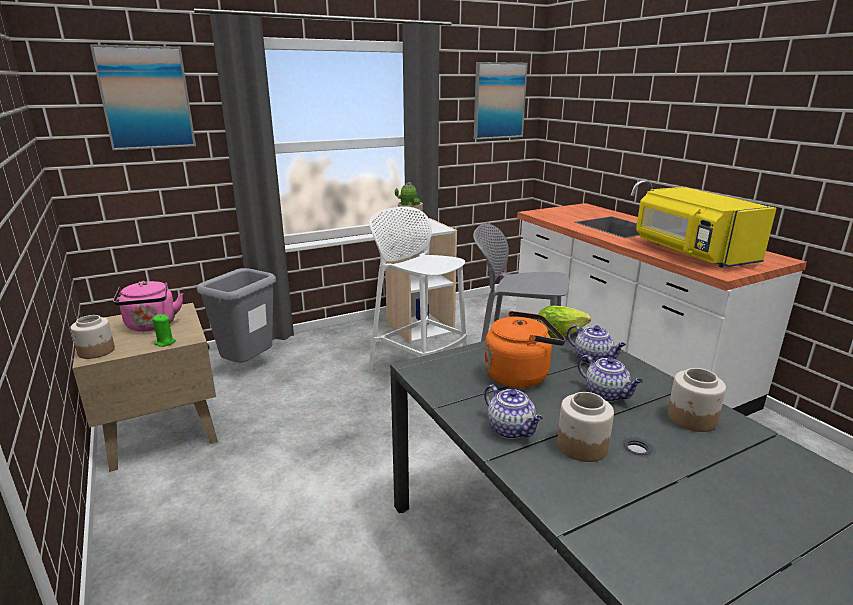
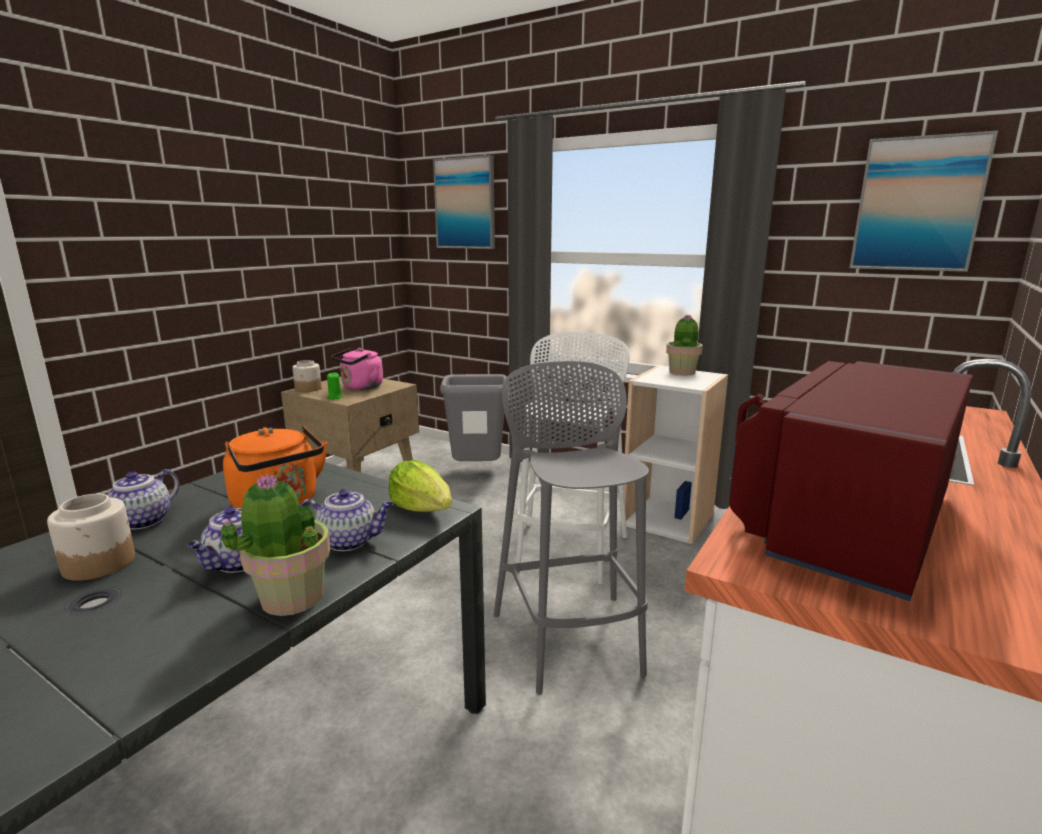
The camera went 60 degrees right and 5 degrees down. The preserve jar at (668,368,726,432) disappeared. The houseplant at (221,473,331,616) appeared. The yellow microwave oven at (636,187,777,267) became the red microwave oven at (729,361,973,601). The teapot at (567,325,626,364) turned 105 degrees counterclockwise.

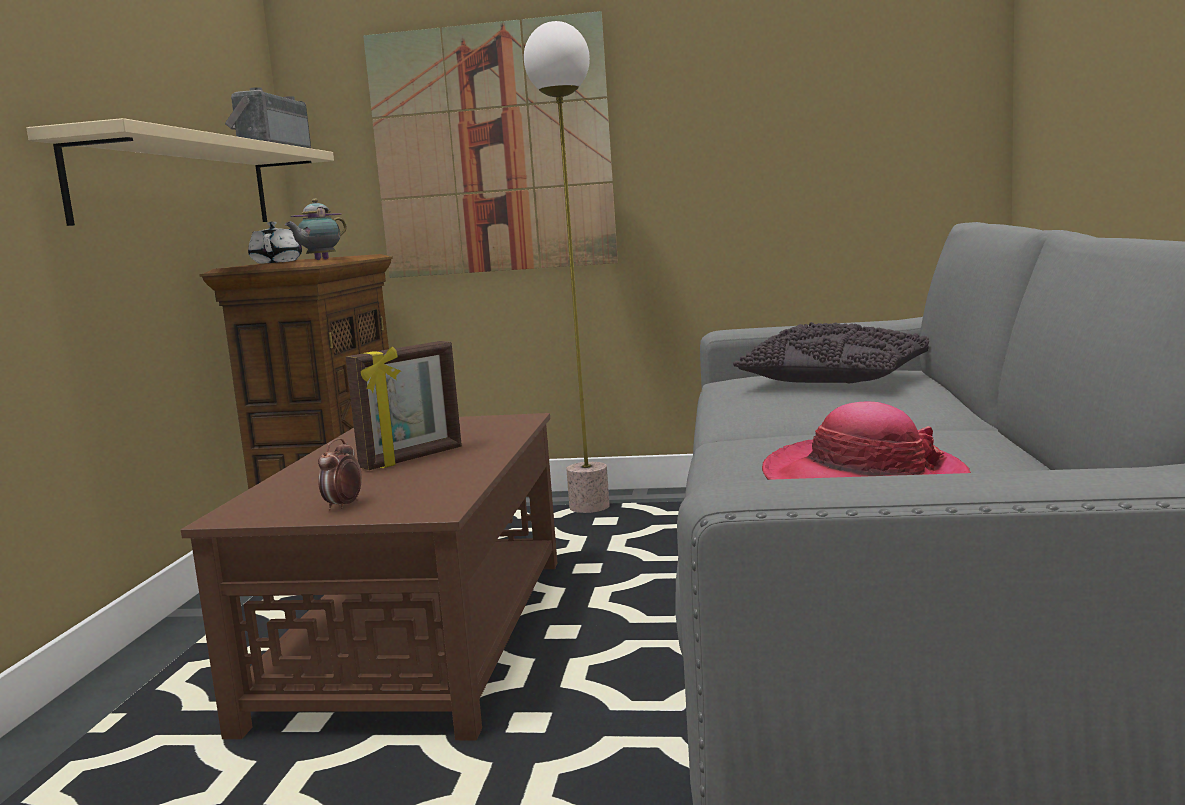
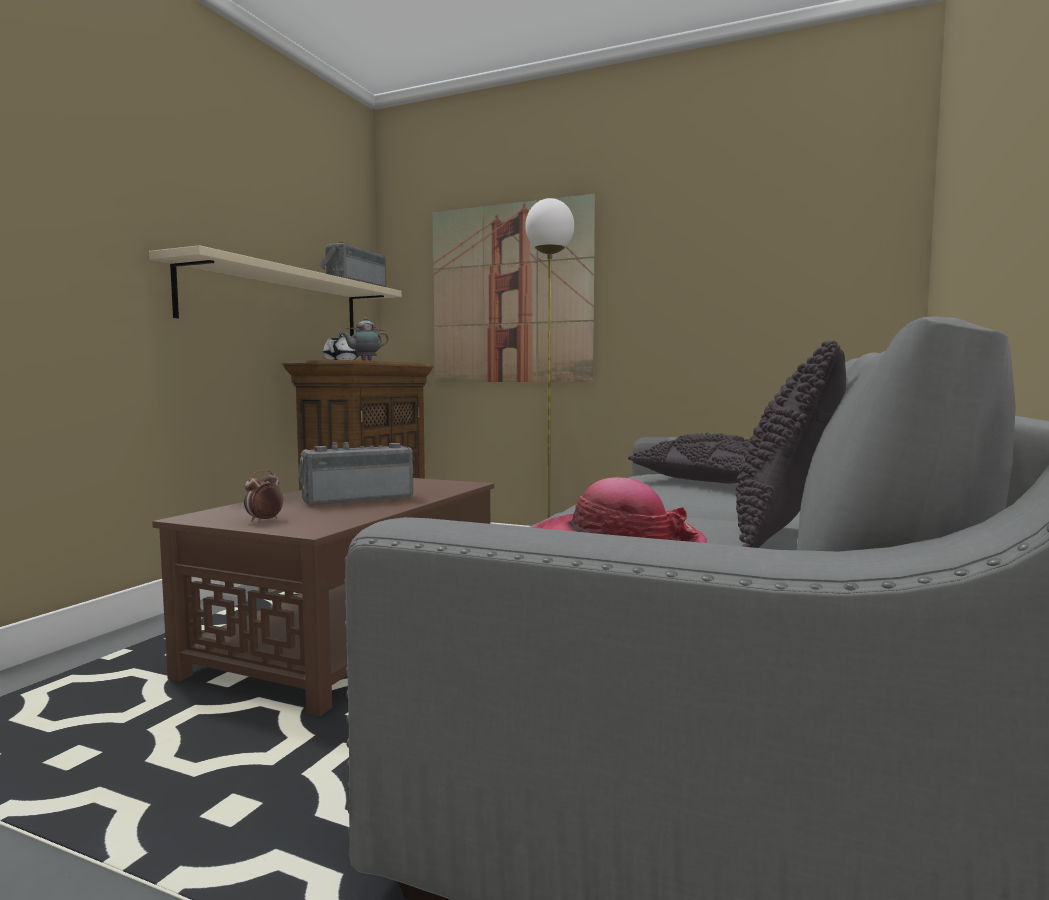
The camera went 15 degrees right and 5 degrees down. The black throw pillow at (735,341,846,548) appeared. The picture frame at (346,341,462,470) was replaced by the radio at (298,442,413,506).

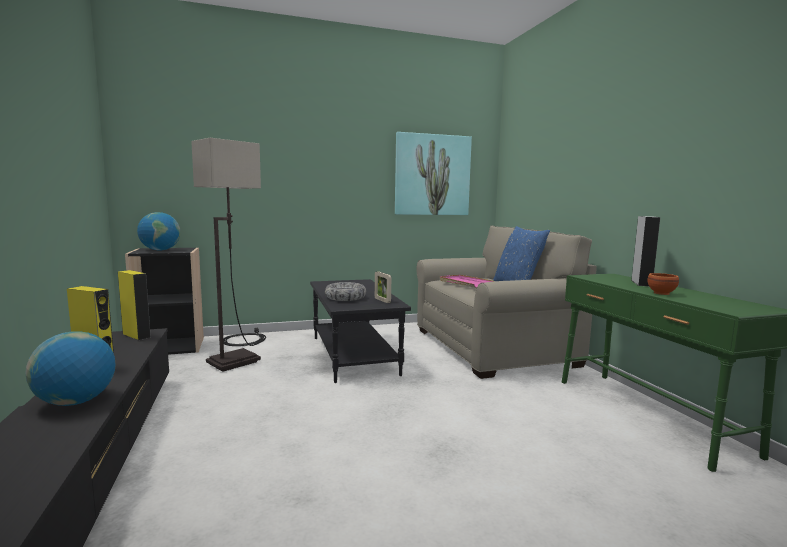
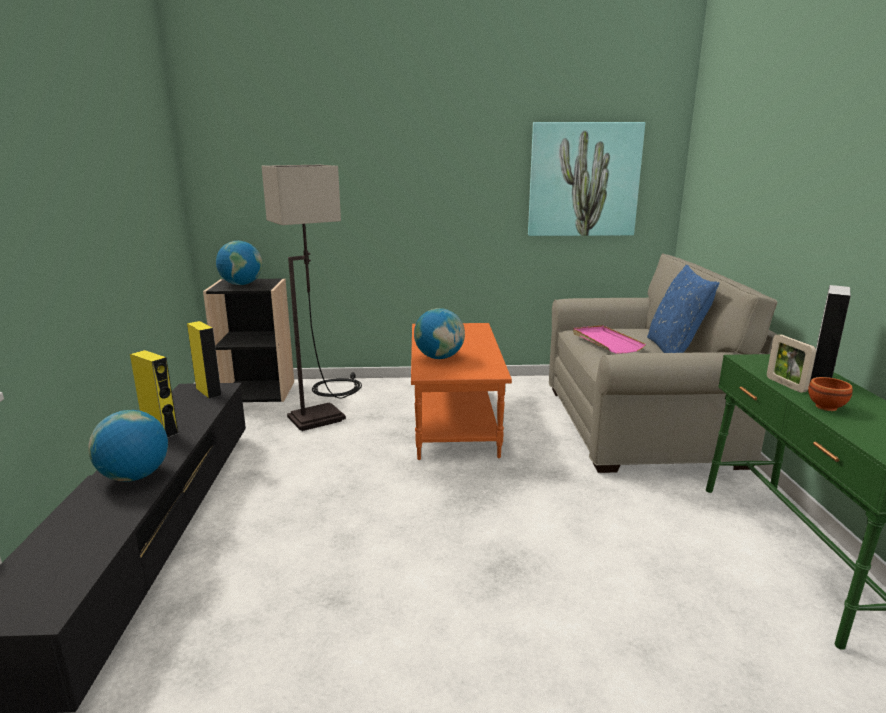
The camera went 15 degrees right and 10 degrees up. The picture frame moved from (375,272,391,303) to (767,334,816,393). The serving bowl at (325,282,366,301) was replaced by the world globe at (414,308,465,359). The black lounge table at (310,279,411,383) became the orange-coloured lounge table at (411,323,512,460).

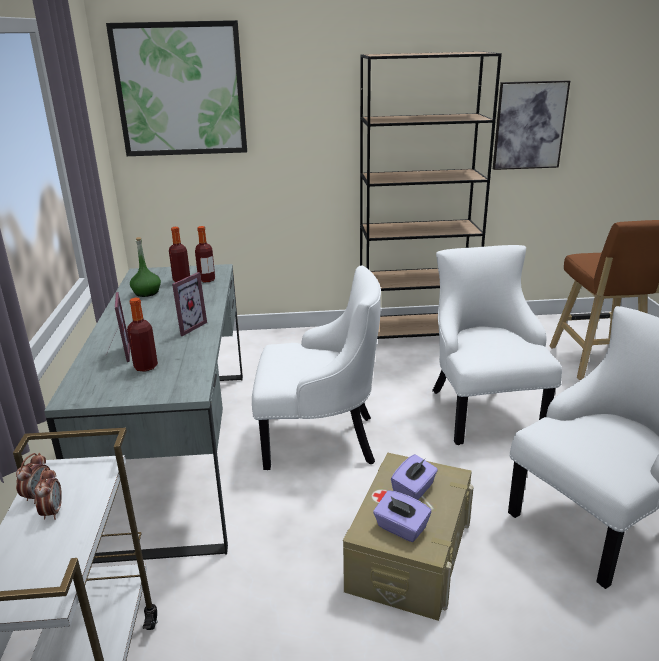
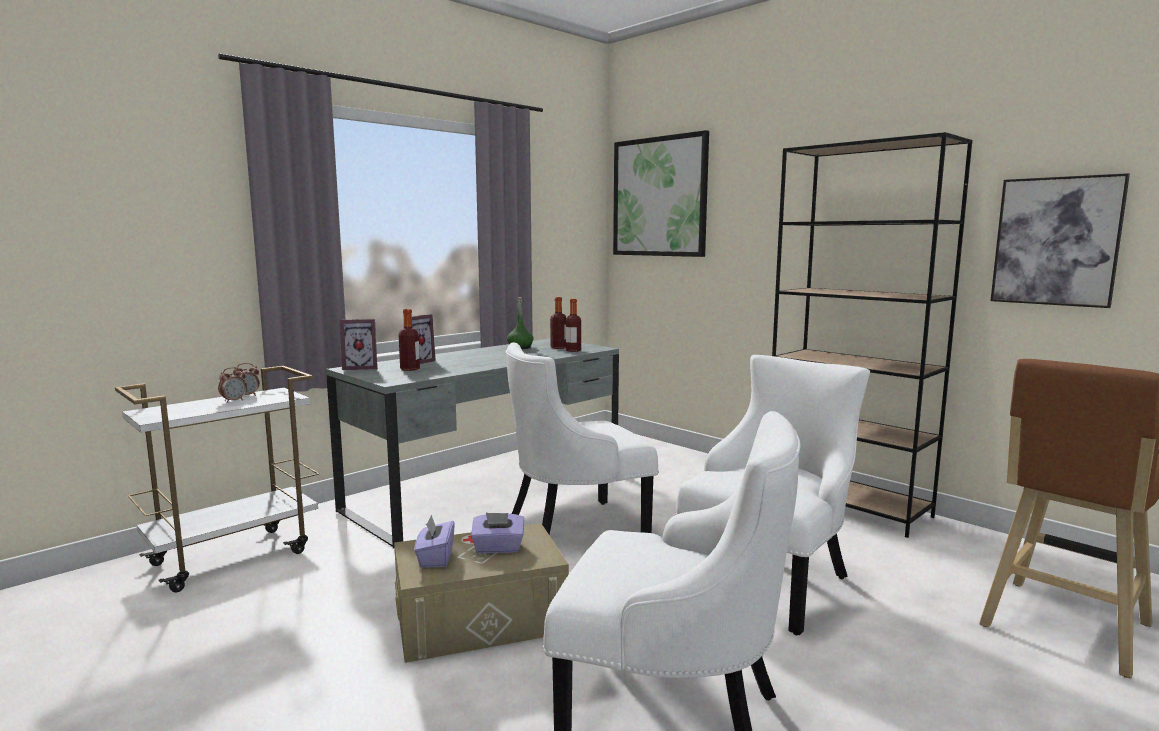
The camera went 50 degrees right and 15 degrees down. The picture frame moved from (172,272,207,336) to (340,319,377,370). The white chair at (252,265,381,470) turned 105 degrees clockwise.

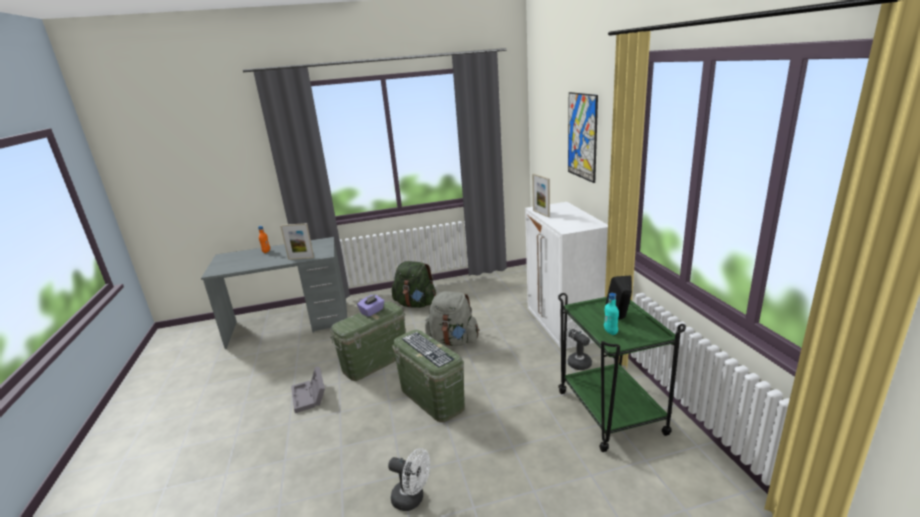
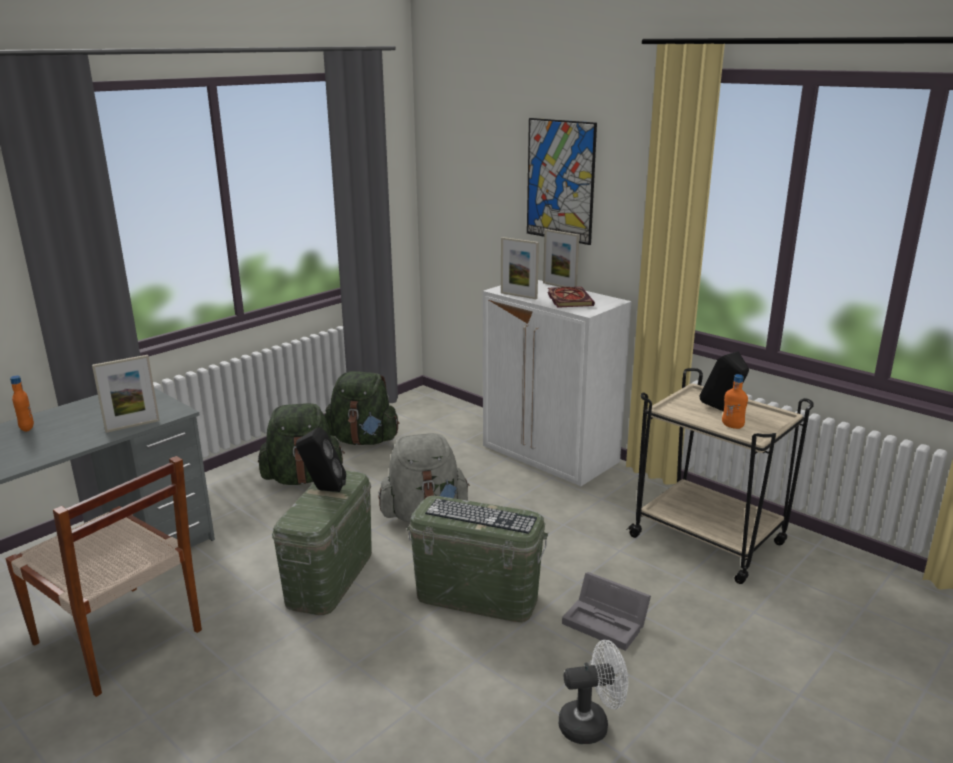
The camera went 35 degrees left and 0 degrees up. The white fan at (559,319,592,370) disappeared. The chair at (5,456,202,697) appeared. The green-coloured knapsack at (325,371,400,445) appeared. The picture frame at (543,229,579,287) appeared. The book at (548,287,595,308) appeared. The gray storage box moved from (291,367,325,413) to (562,572,651,651). The purple-coloured tissue holder at (357,294,385,317) was replaced by the black audio speaker at (296,427,346,492). The green-coloured cart at (558,293,686,452) became the beige cart at (627,368,814,584). The blue-green beverage bottle at (604,293,619,335) became the orange-coloured beverage bottle at (722,374,748,429).

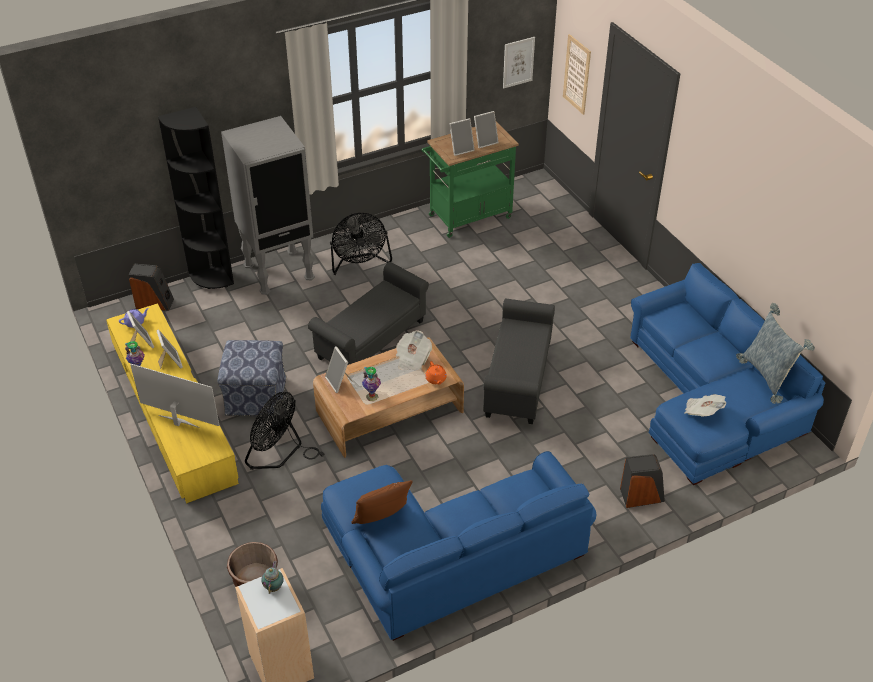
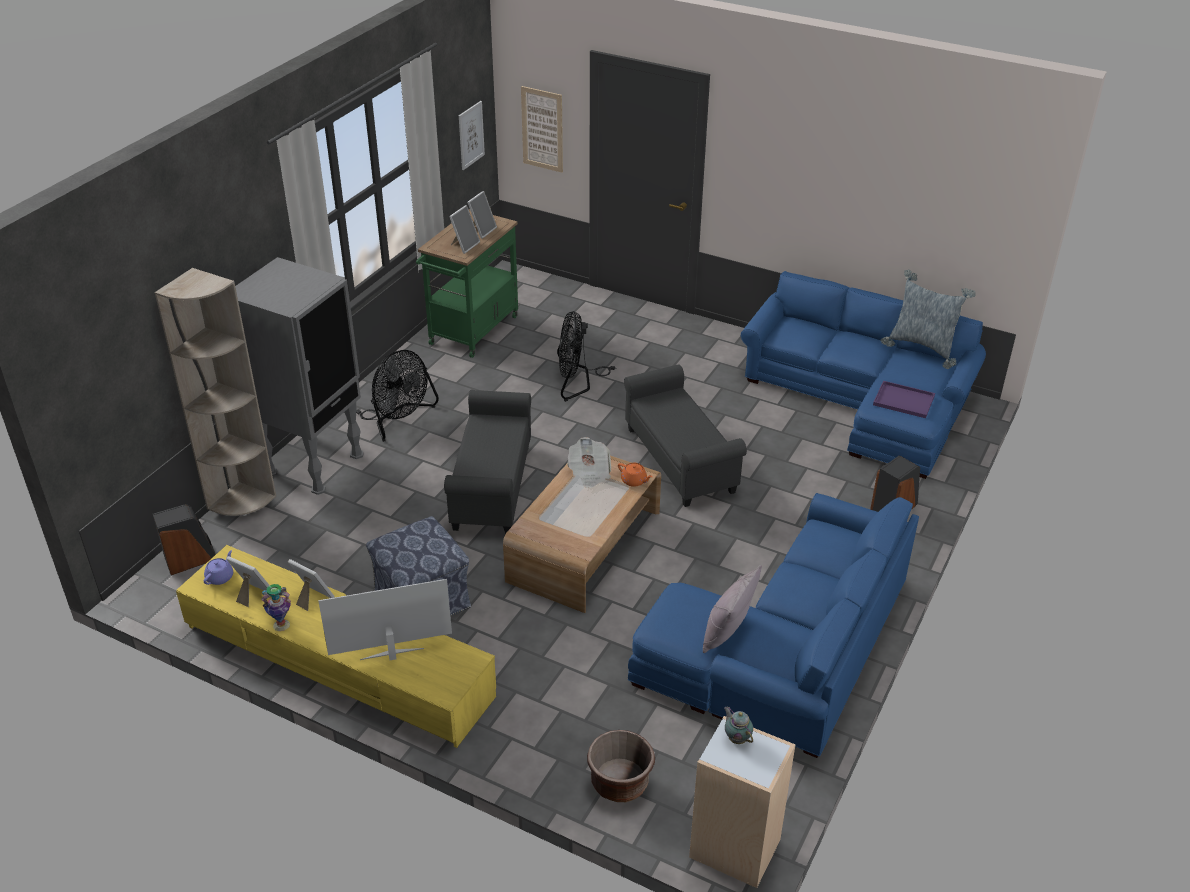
The camera went 35 degrees left and 5 degrees down. The picture frame at (325,346,352,393) disappeared. The decorative vase at (362,367,381,401) disappeared. The black fan moved from (245,392,325,470) to (557,311,616,402). The printed paper at (684,394,726,417) was replaced by the purple-coloured carrying tray at (873,381,935,418). The black bookcase at (158,107,234,289) became the beige bookcase at (155,268,276,516). The brown throw pillow at (351,480,413,524) became the purple-coloured throw pillow at (703,565,762,653).

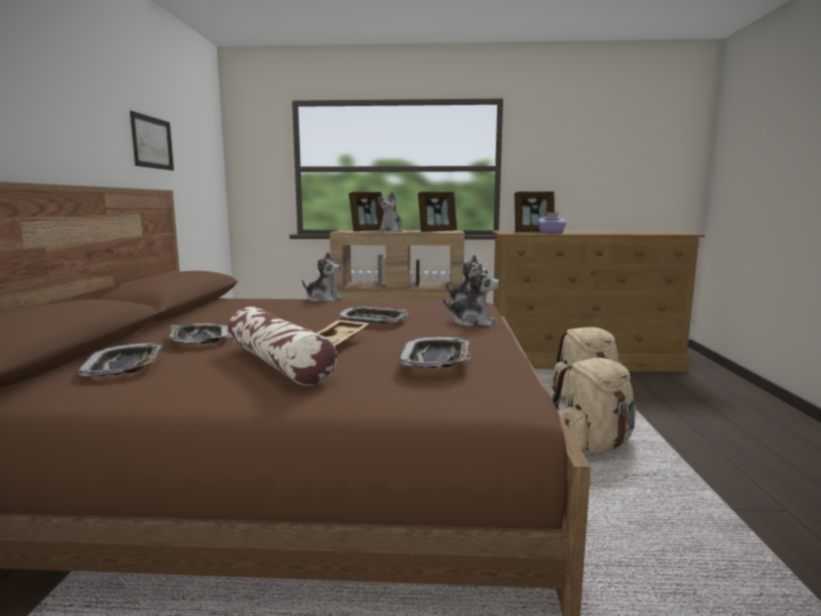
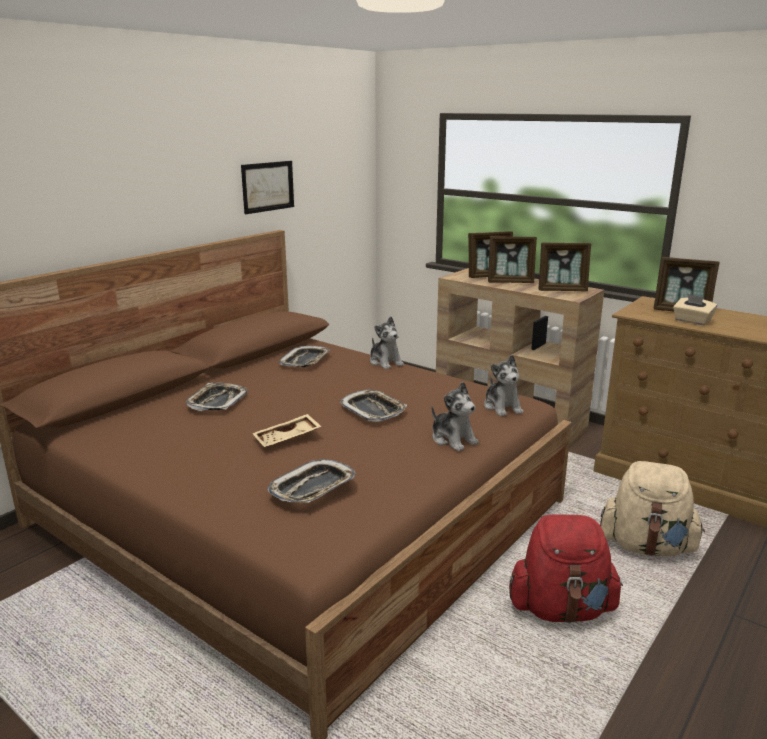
The camera went 35 degrees right and 10 degrees up. The throw pillow at (228,307,337,386) disappeared. The carrying tray moved from (78,342,164,376) to (279,346,330,367). The soft toy at (378,192,403,232) was replaced by the picture frame at (488,236,537,283). The purple-coloured tissue holder at (538,212,566,233) became the beige tissue holder at (673,294,717,325). The beige knapsack at (551,358,636,454) became the red knapsack at (509,514,623,623).

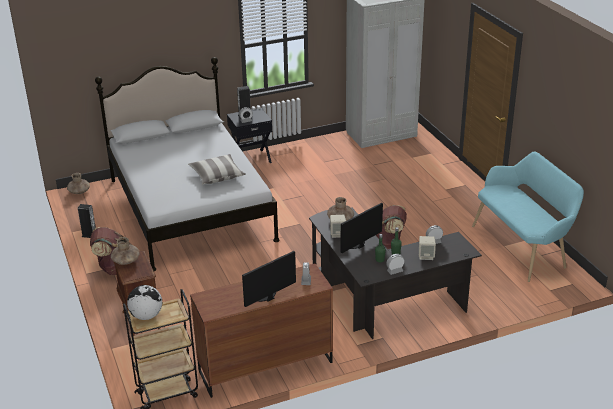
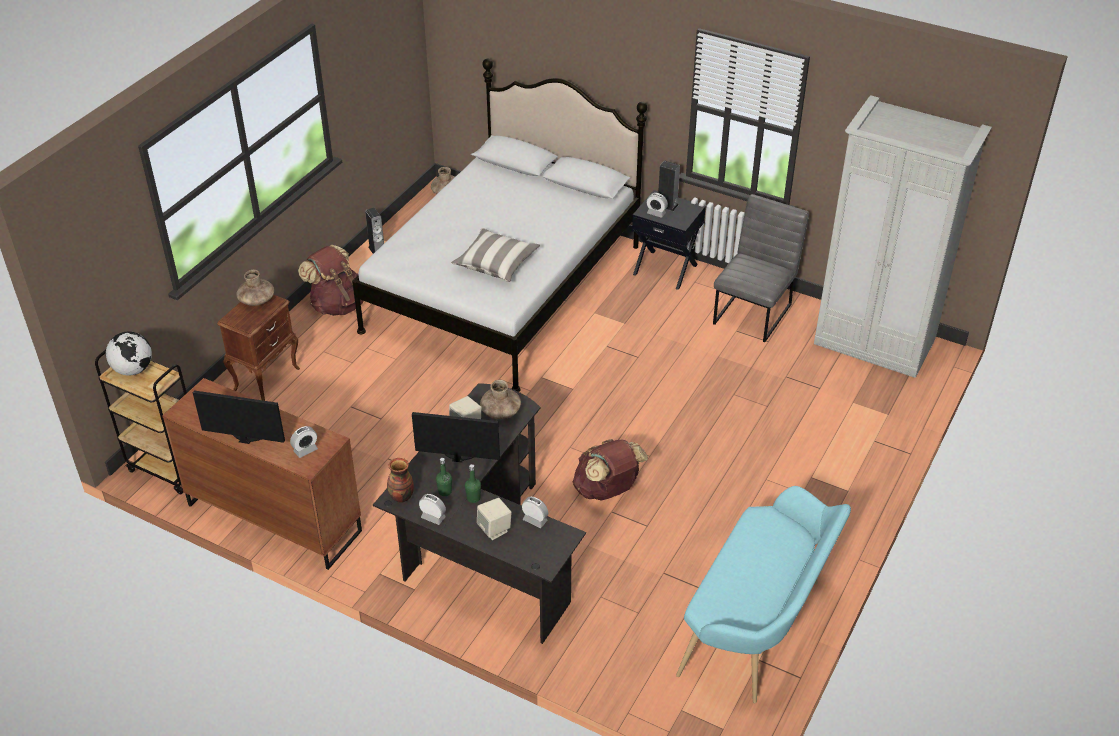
The camera went 50 degrees right and 10 degrees up. The decorative vase at (387,458,414,503) appeared. The gray chair at (713,194,809,342) appeared.

